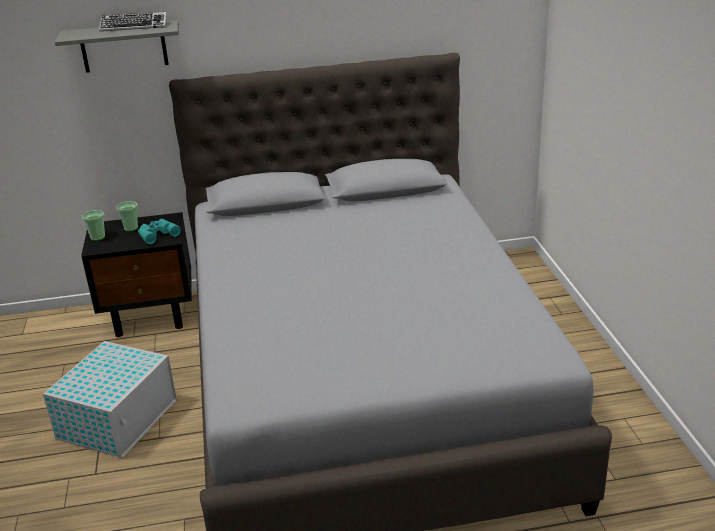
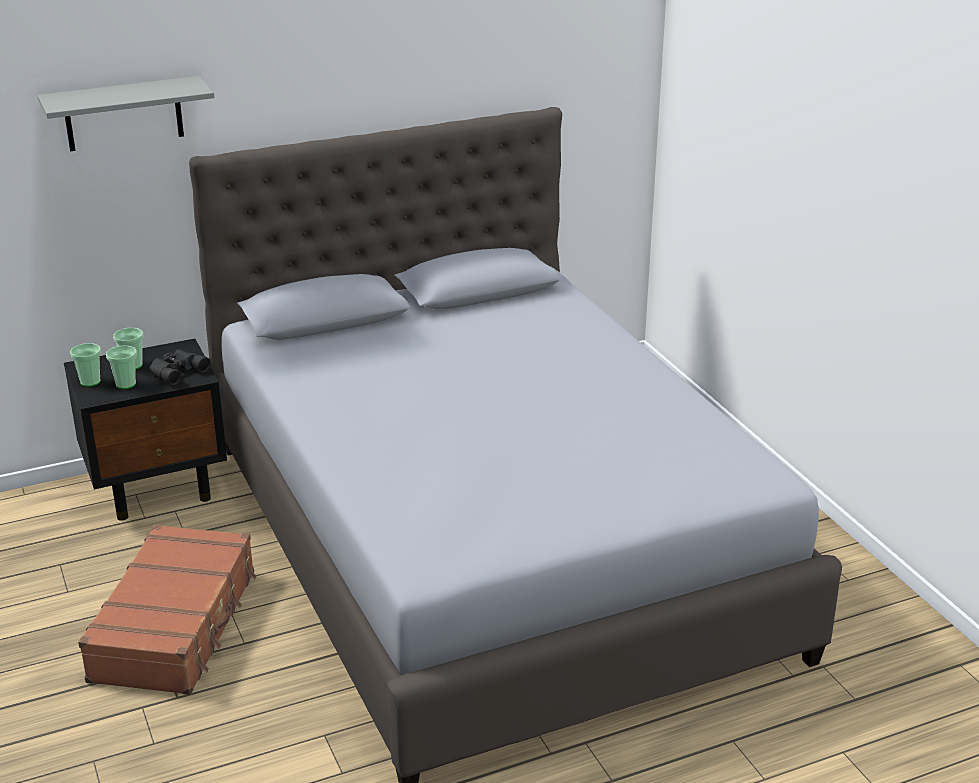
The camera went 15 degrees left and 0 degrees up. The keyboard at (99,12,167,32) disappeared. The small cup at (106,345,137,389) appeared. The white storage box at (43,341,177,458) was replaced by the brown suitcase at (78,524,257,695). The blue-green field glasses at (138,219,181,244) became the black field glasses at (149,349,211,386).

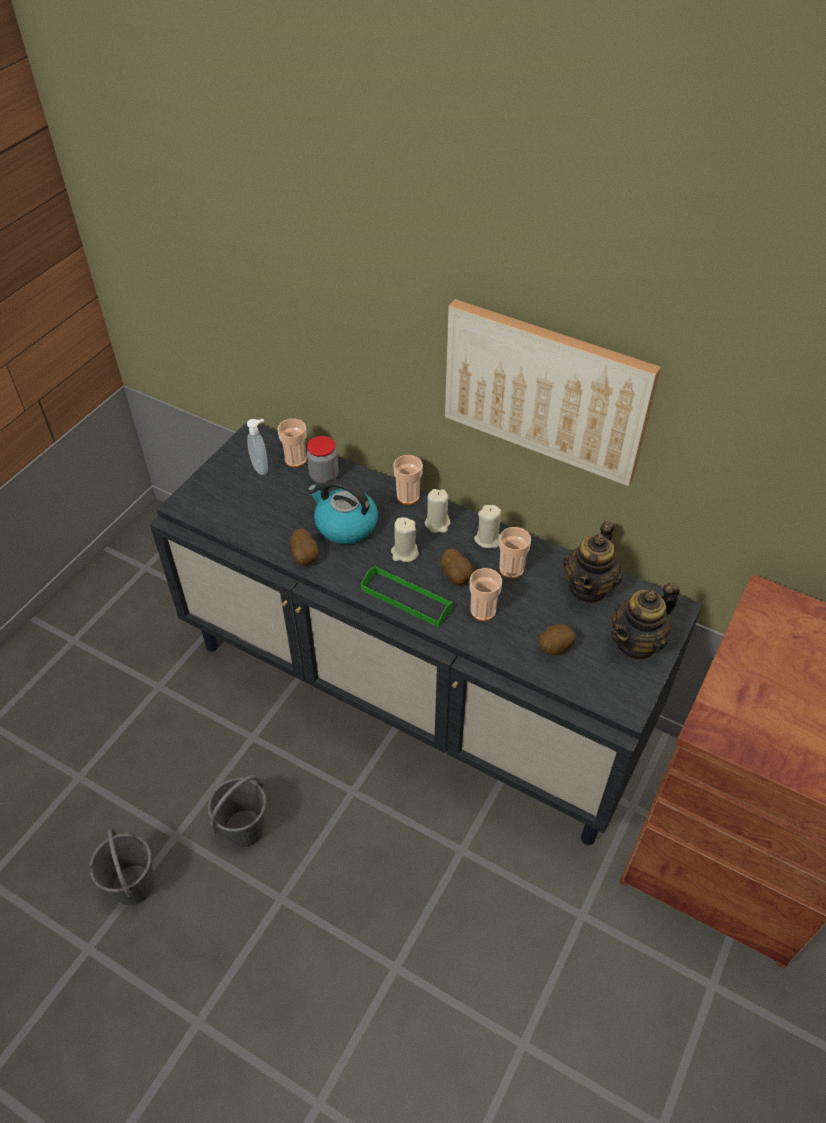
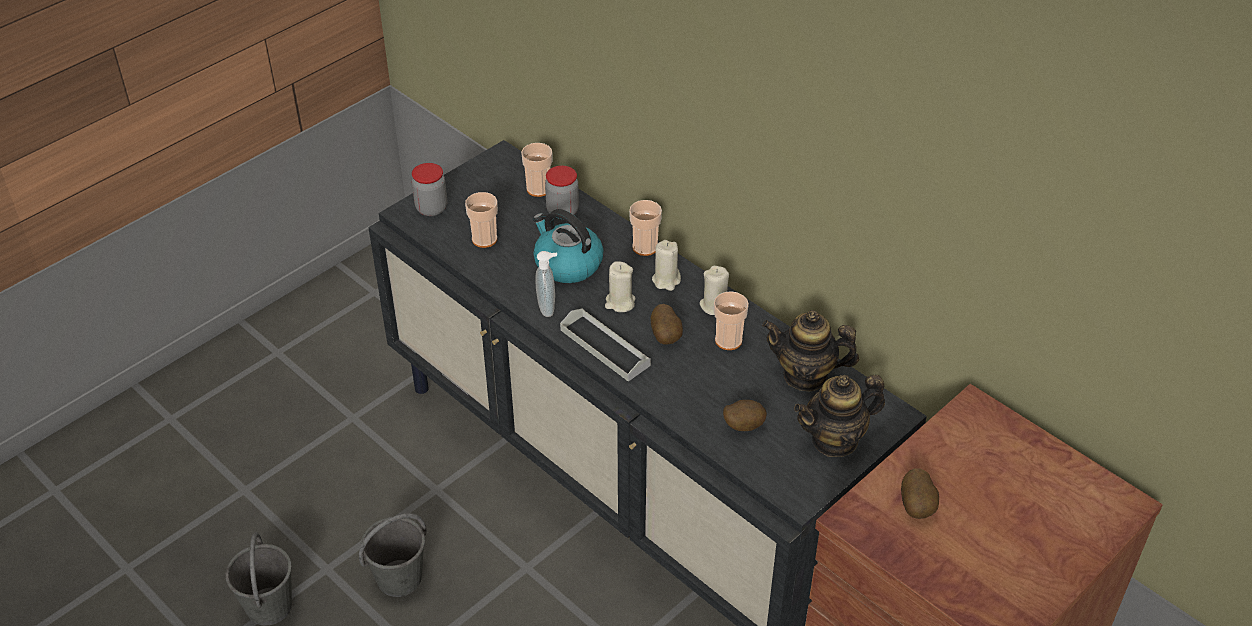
The camera went 15 degrees right and 5 degrees down. The picture at (445,299,661,487) disappeared. The preserve jar at (412,163,447,216) appeared. The soap bottle moved from (247,419,268,475) to (535,251,557,317). The potato moved from (290,529,319,566) to (901,468,939,519). The small cup moved from (469,568,502,621) to (465,192,498,248). The green-coloured carrying tray at (361,566,453,627) became the gray carrying tray at (560,308,651,382). The teapot at (563,521,622,604) turned 60 degrees clockwise.

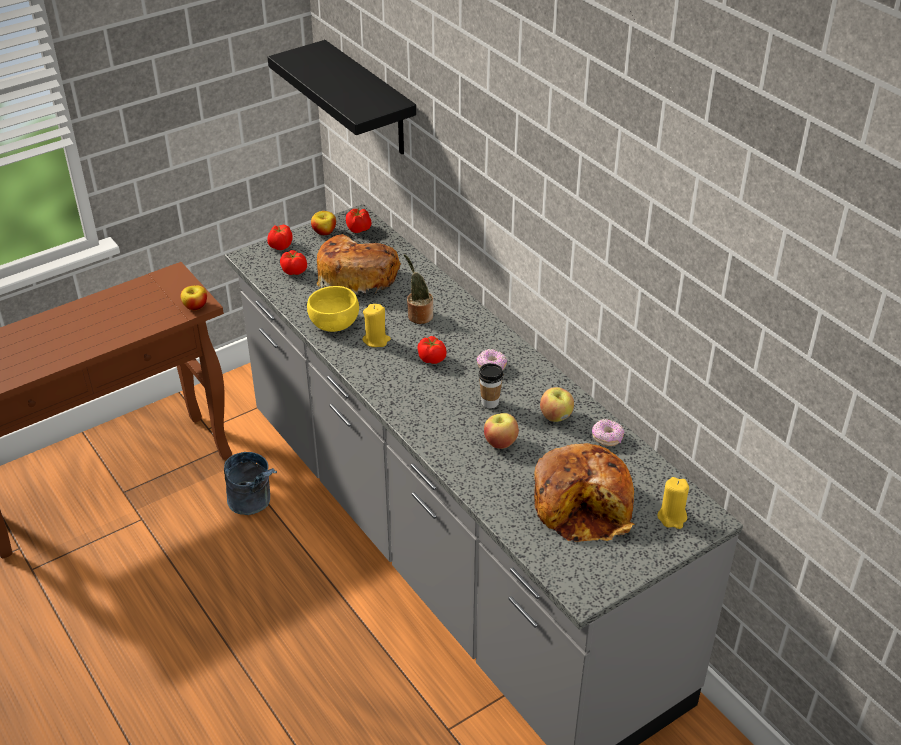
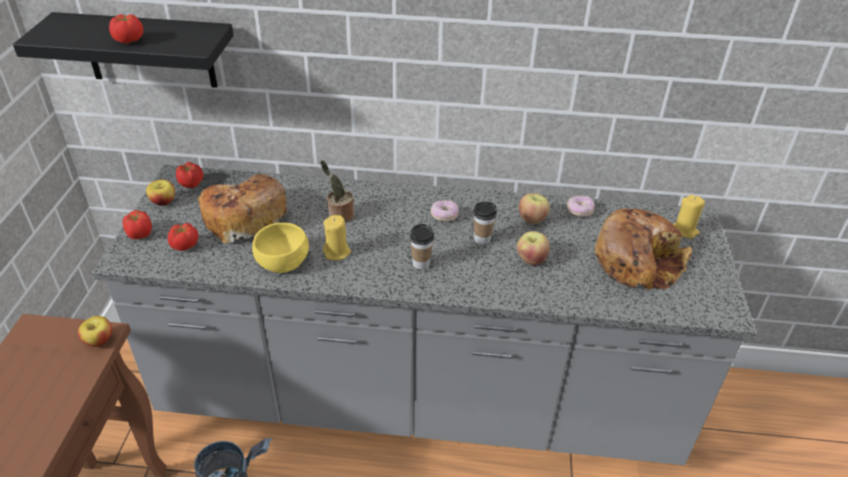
The camera went 50 degrees left and 0 degrees up. The small cup at (409,224,434,269) appeared. The fresh tomato moved from (417,336,446,364) to (109,14,143,44).

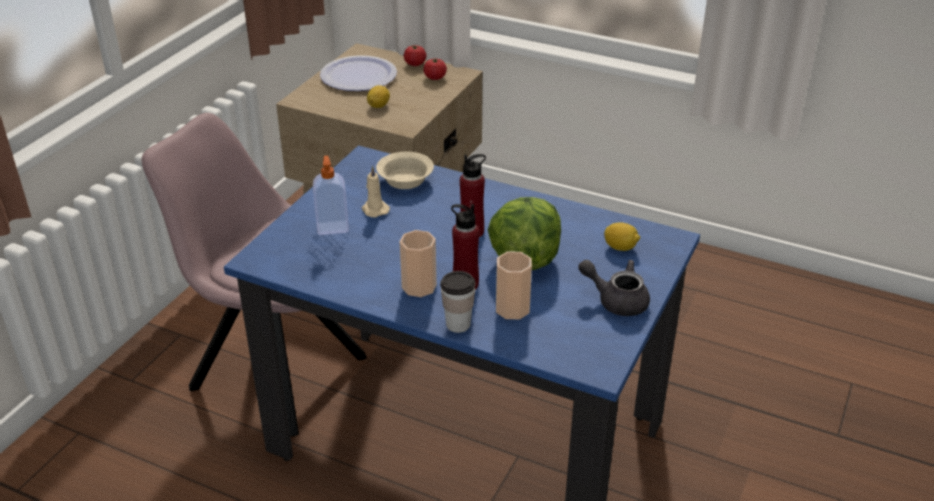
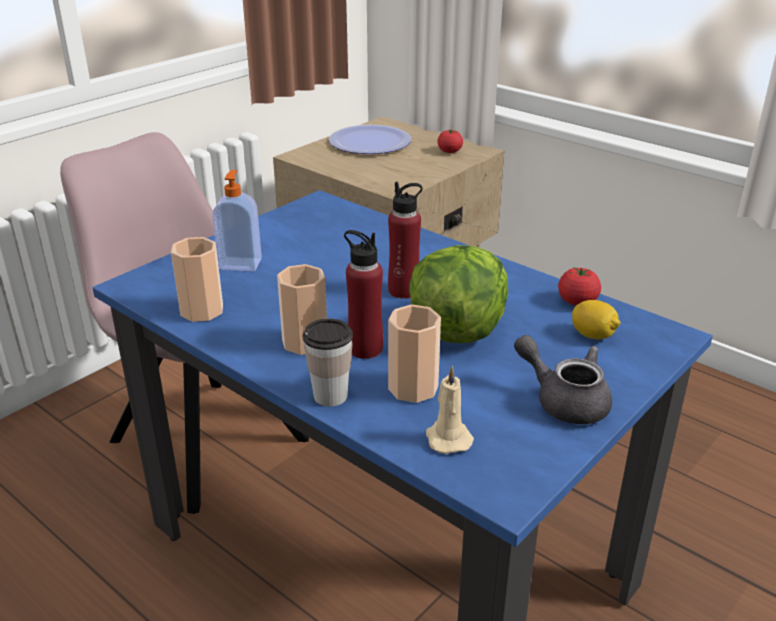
The camera went 15 degrees right and 5 degrees down. The lemon at (367,85,390,108) disappeared. The beige serving bowl at (376,152,434,189) disappeared. The small cup at (171,237,223,322) appeared. The beige wax light moved from (362,166,390,217) to (426,366,474,454). The fresh tomato moved from (404,45,426,66) to (558,266,601,306).

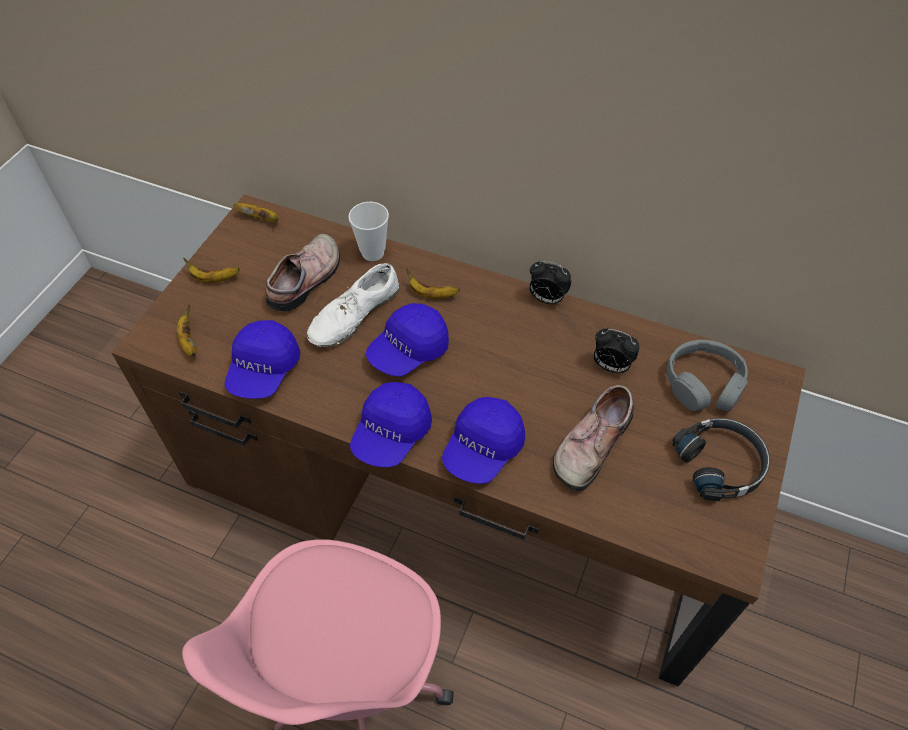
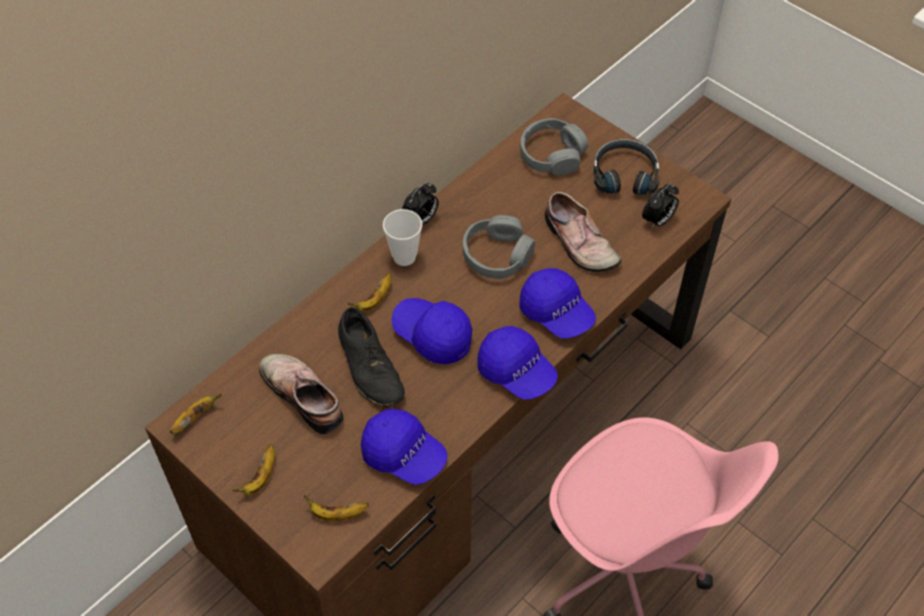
The camera went 70 degrees left and 0 degrees up. The gray pair of headphones at (462,215,535,279) appeared. The small cup moved from (348,202,389,261) to (383,209,422,266). The alarm clock moved from (594,329,639,373) to (642,184,679,229). The white shoe at (306,263,399,348) became the black shoe at (338,307,405,407). The blue peaked cap at (366,303,449,377) turned 150 degrees clockwise.

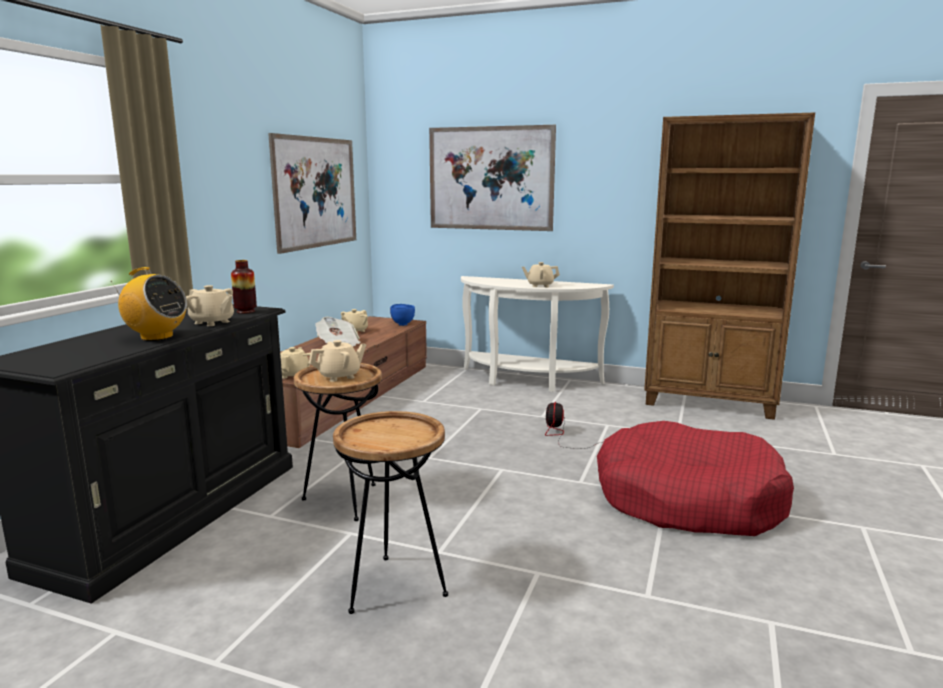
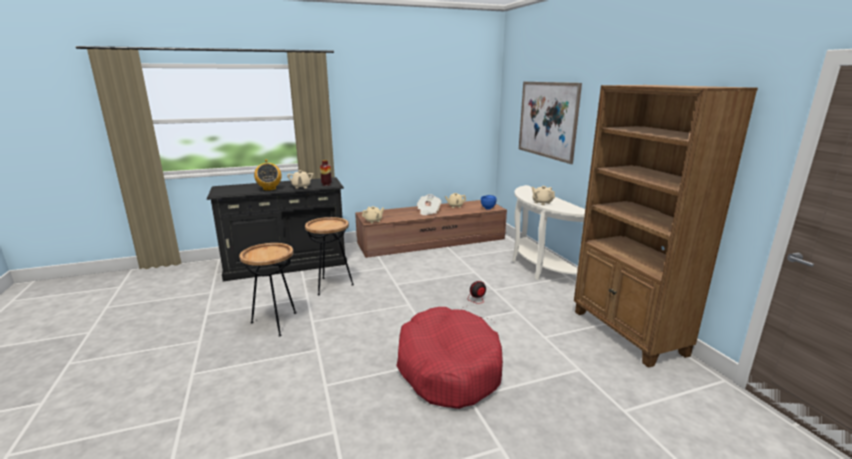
The camera went 50 degrees right and 5 degrees up. The picture at (268,133,356,254) disappeared. The beige teapot at (309,340,366,382) disappeared.

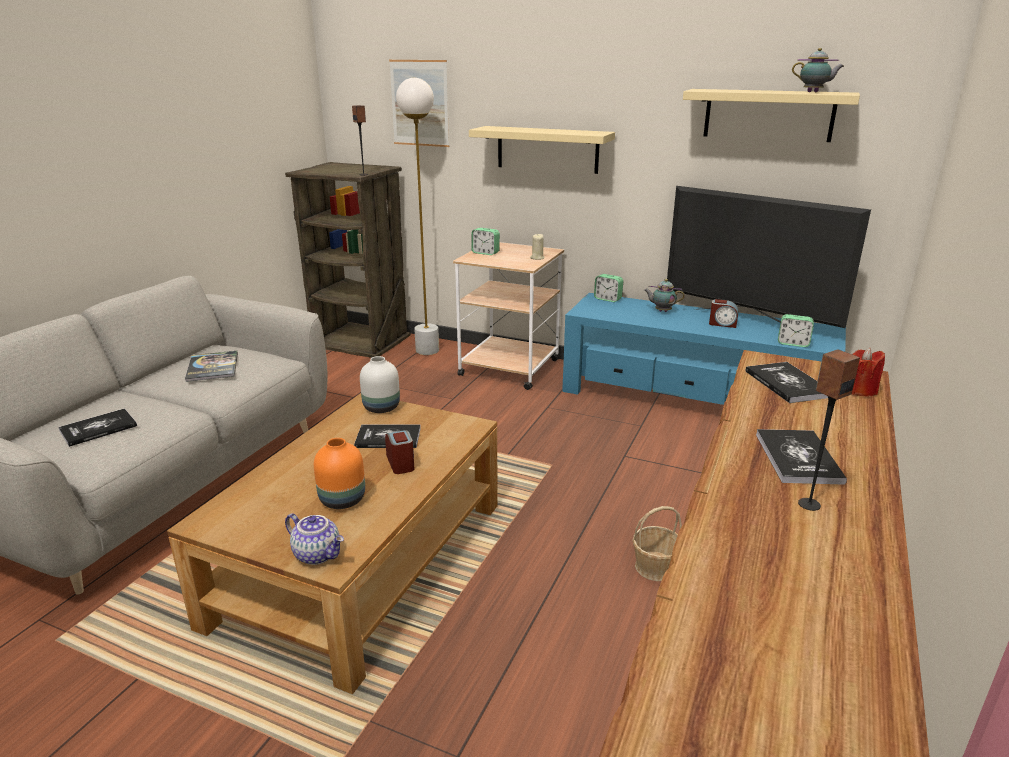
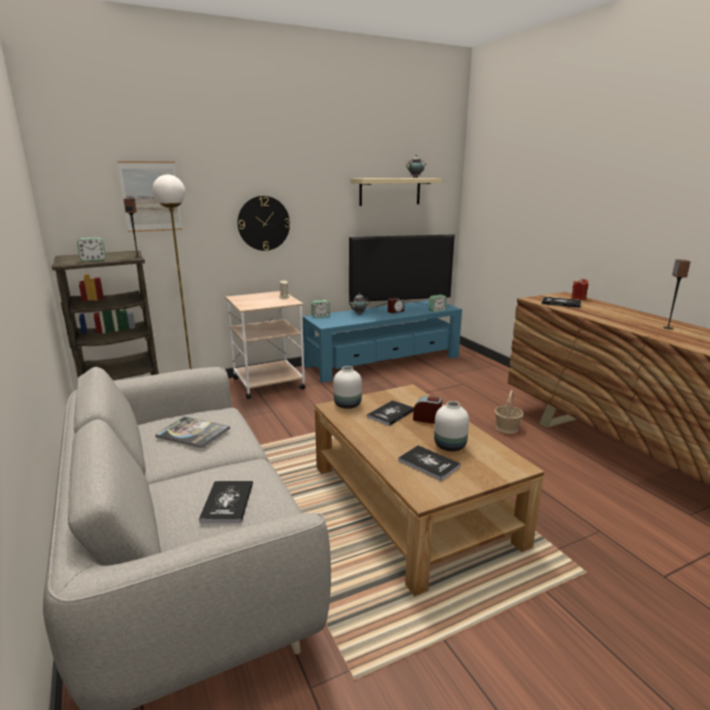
The camera went 50 degrees left and 5 degrees down. The teapot at (285,514,344,565) disappeared. The alarm clock moved from (471,228,500,255) to (77,238,106,261). The book moved from (756,429,847,485) to (398,445,461,481). The beige shelf at (469,126,615,174) was replaced by the wall clock at (237,196,290,251). The orange-coloured decorative vase at (314,438,365,509) became the white decorative vase at (434,401,469,451).

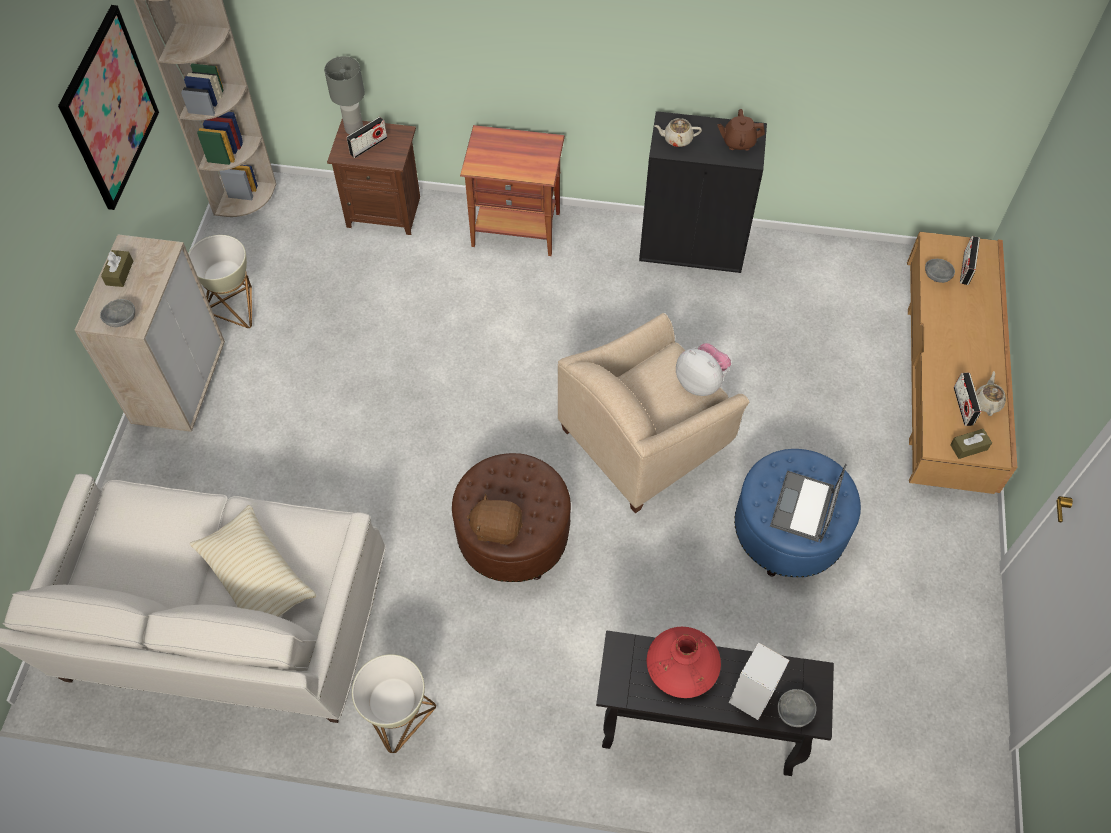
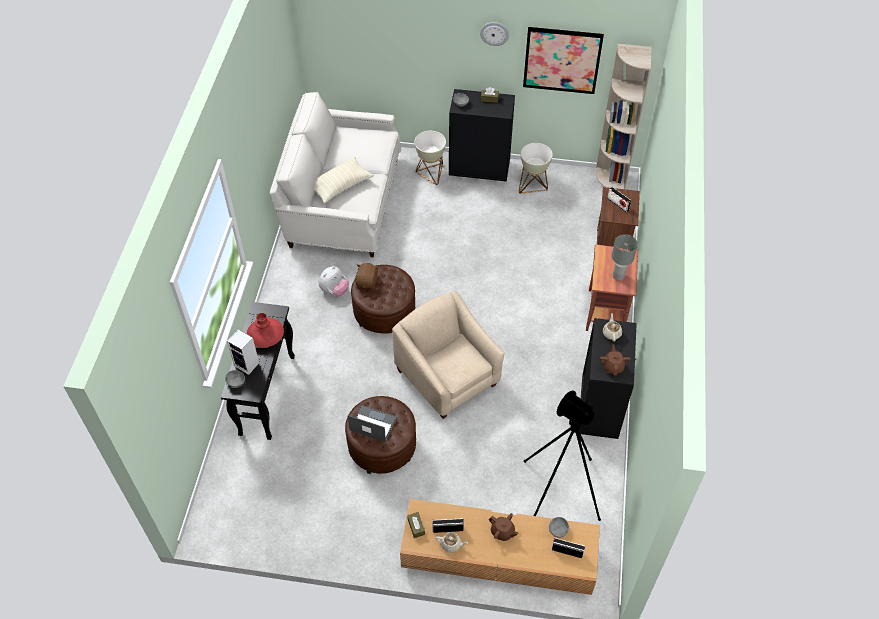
The camera went 90 degrees right and 5 degrees down. The wall clock at (480,22,509,46) appeared. The brown teapot at (489,513,518,541) appeared. The black floor lamp at (524,390,601,521) appeared. The gray table lamp moved from (324,56,365,134) to (612,234,638,281). The plant pot moved from (352,654,436,753) to (414,131,446,185). The soft toy moved from (676,343,731,396) to (319,266,349,296). The beige cupboard at (74,234,225,432) became the black cupboard at (449,89,515,182). The blue pouffe at (734,449,861,577) became the brown pouffe at (345,396,416,474).

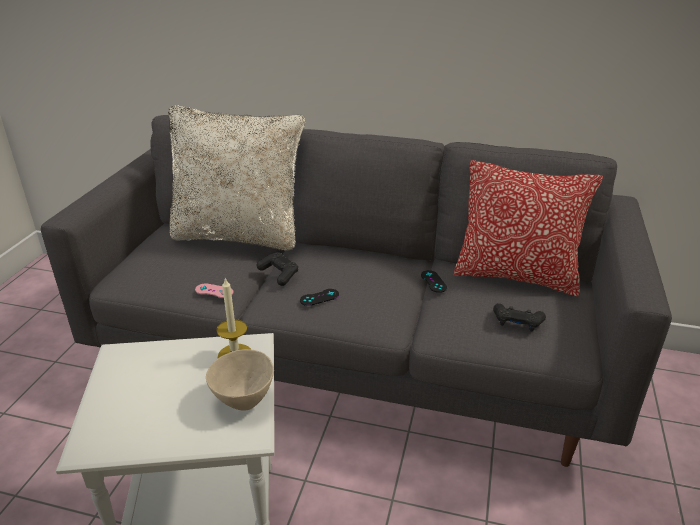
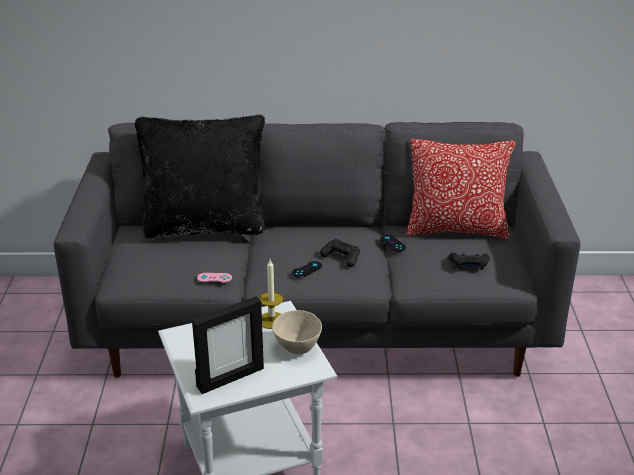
The camera went 15 degrees left and 0 degrees up. The picture frame at (192,296,264,394) appeared. The black gamepad moved from (257,252,298,286) to (320,239,360,267). The beige throw pillow at (168,105,305,251) became the black throw pillow at (135,114,265,240).

